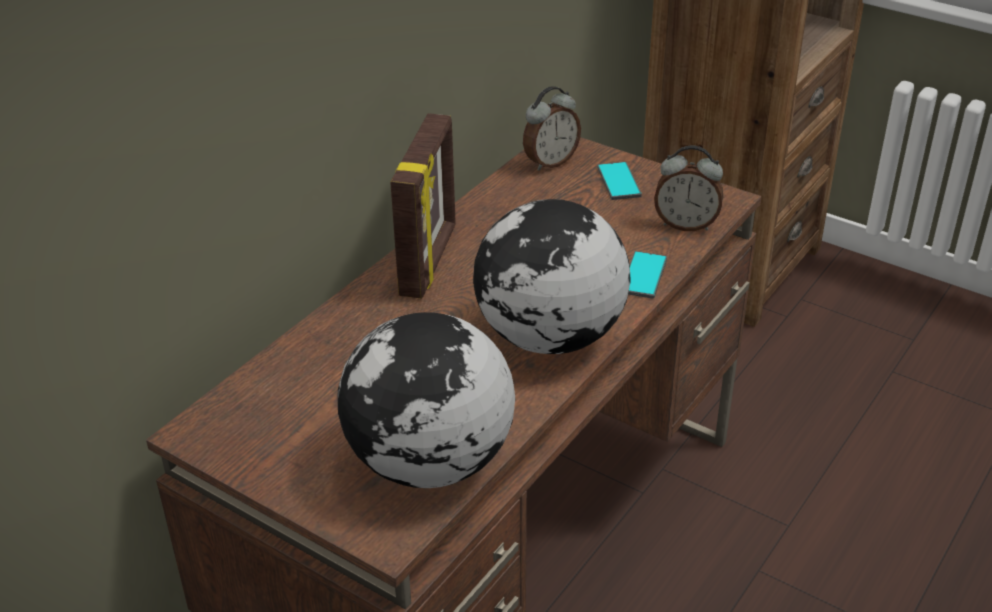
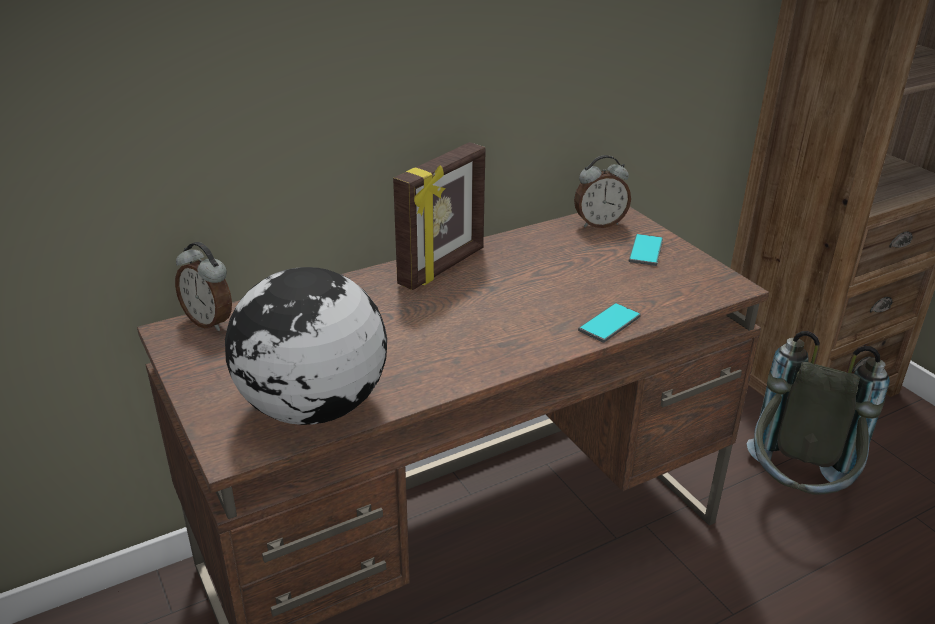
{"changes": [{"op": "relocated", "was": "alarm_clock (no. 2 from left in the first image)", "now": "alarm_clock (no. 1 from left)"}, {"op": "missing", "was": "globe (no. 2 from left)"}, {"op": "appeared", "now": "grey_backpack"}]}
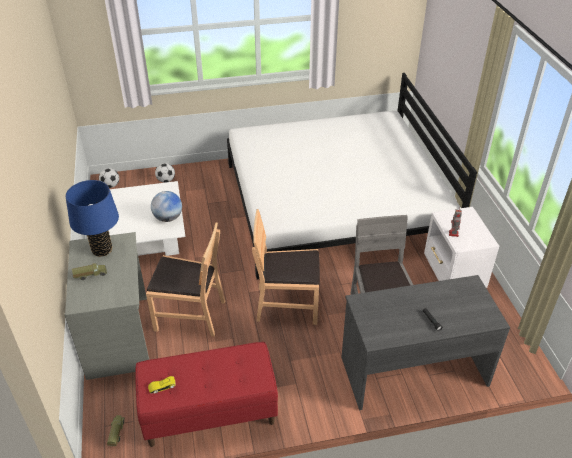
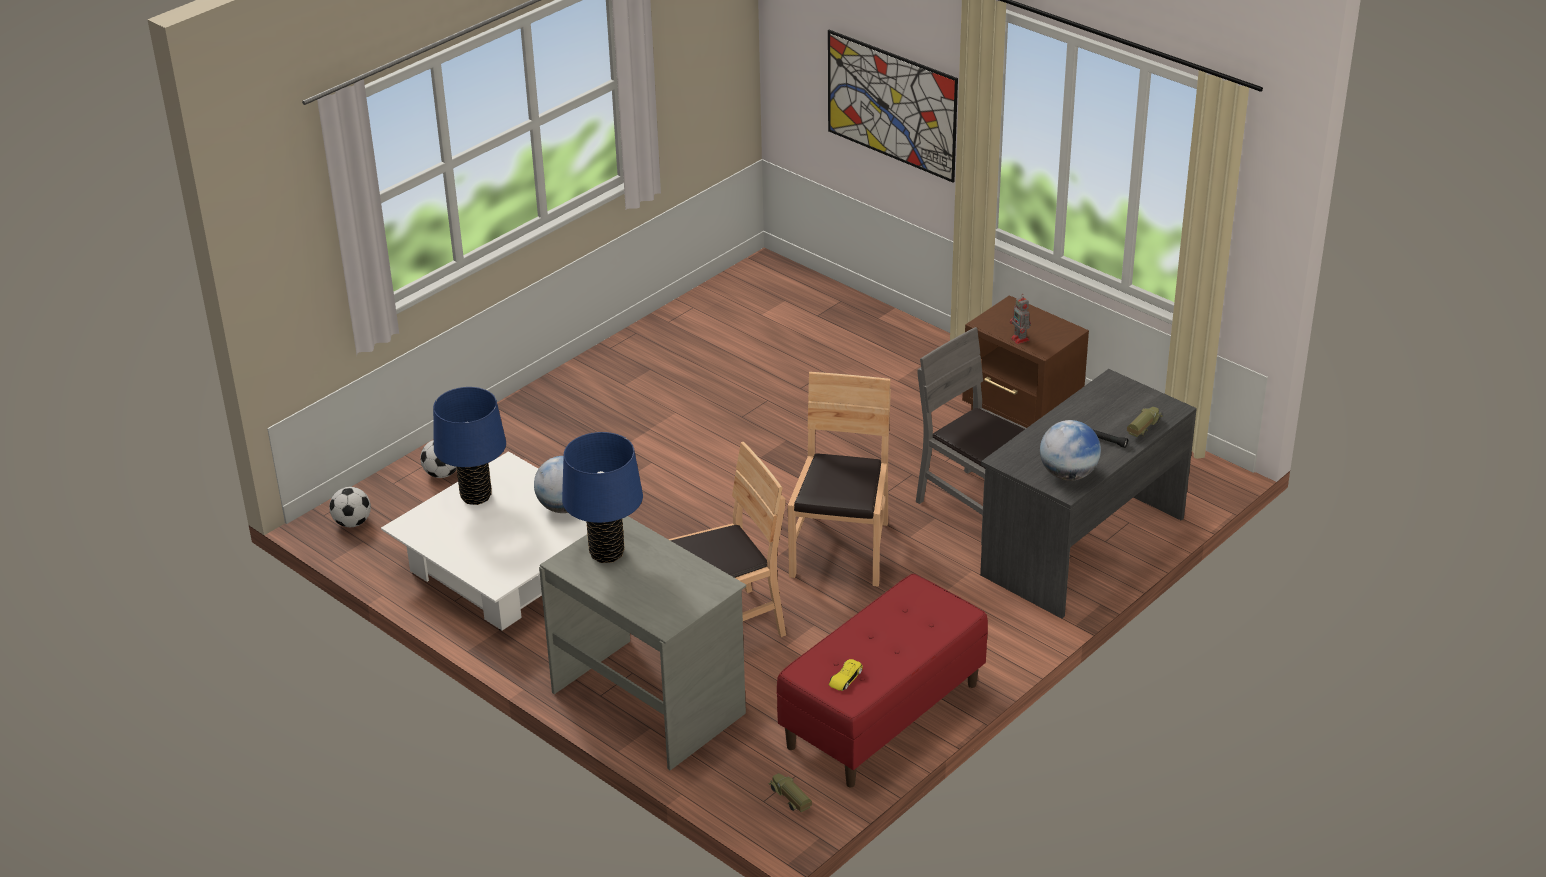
{"changes": [{"op": "missing", "was": "white_bed"}, {"op": "colour", "was": "white_nightstand", "now": "brown_nightstand"}, {"op": "spun", "was": "brown_chair (no. 2 from left)", "clockwise": 135}, {"op": "relocated", "was": "toy_truck (no. 1 from left in the first image)", "now": "toy_truck (no. 2 from left)"}, {"op": "appeared", "now": "picture"}, {"op": "appeared", "now": "blue_table_lamp (no. 1 from left)"}, {"op": "appeared", "now": "globe (no. 2 from left)"}]}
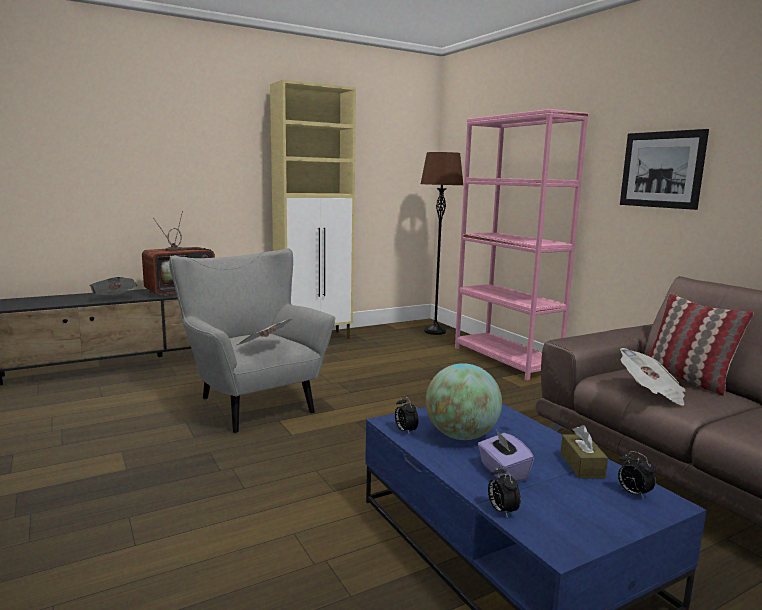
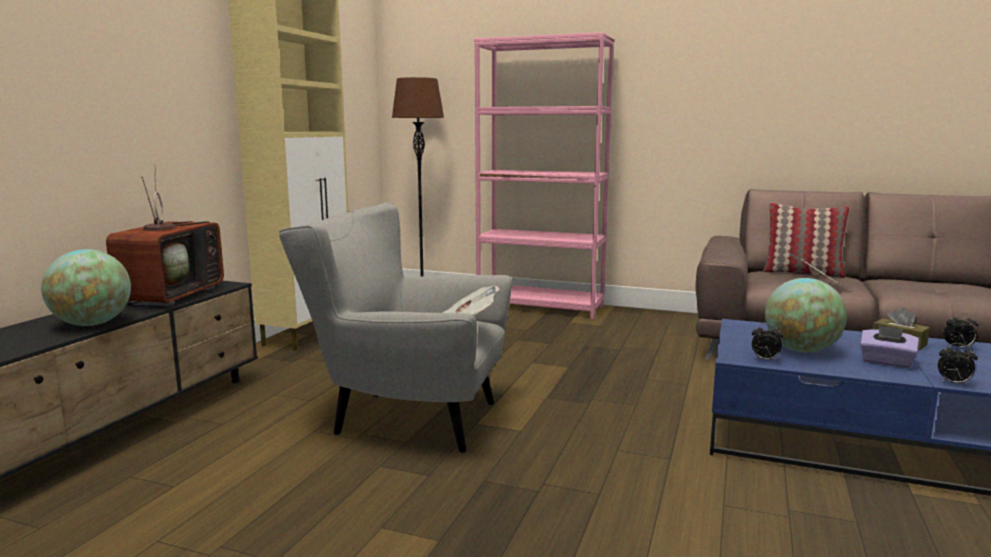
{"changes": [{"op": "missing", "was": "picture"}, {"op": "exchanged", "was": "newspaper (no. 1 from left)", "now": "globe (no. 1 from left)"}]}
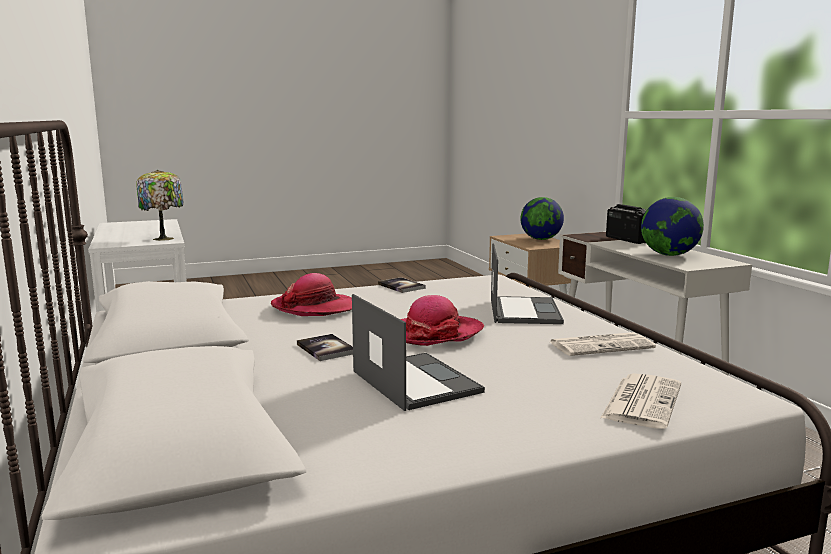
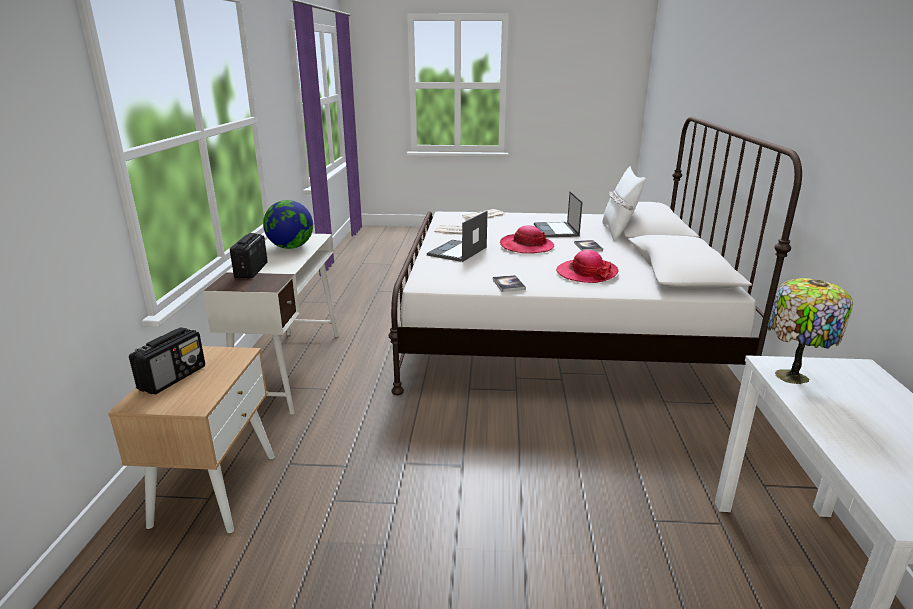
{"changes": [{"op": "exchanged", "was": "globe (no. 1 from left)", "now": "radio (no. 1 from left)"}, {"op": "appeared", "now": "white_pillow"}]}
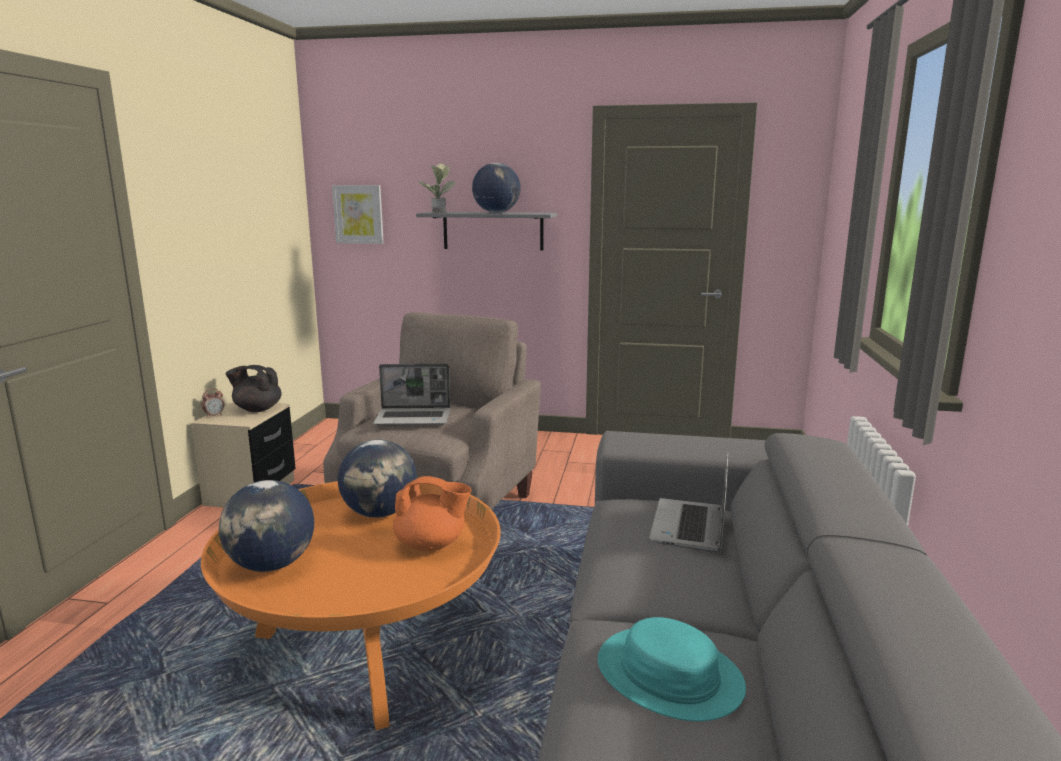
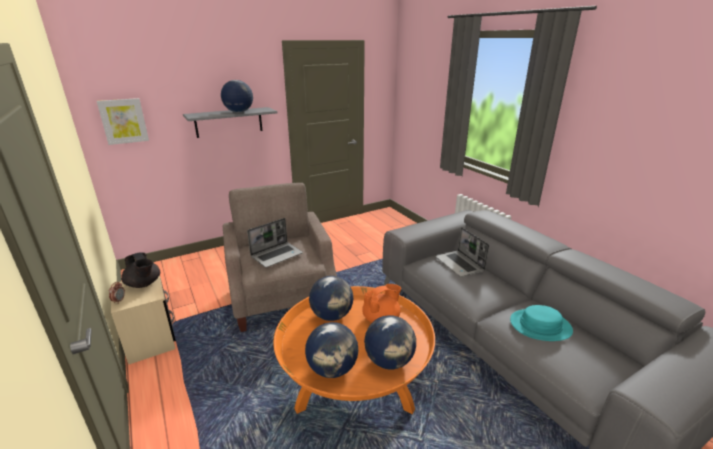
{"changes": [{"op": "missing", "was": "potted_plant"}, {"op": "spun", "was": "black_teapot", "clockwise": -105}, {"op": "appeared", "now": "globe (no. 4 from left)"}]}
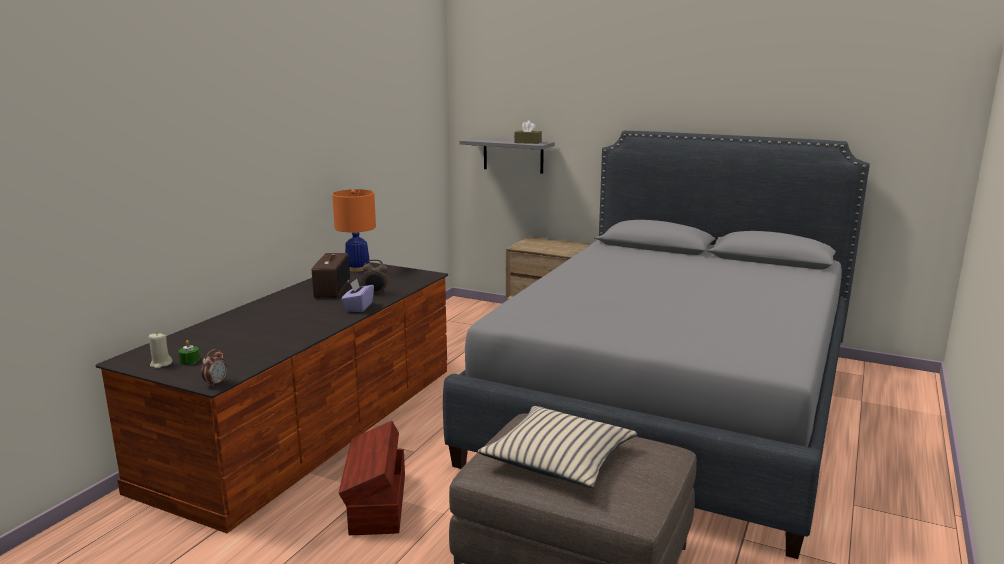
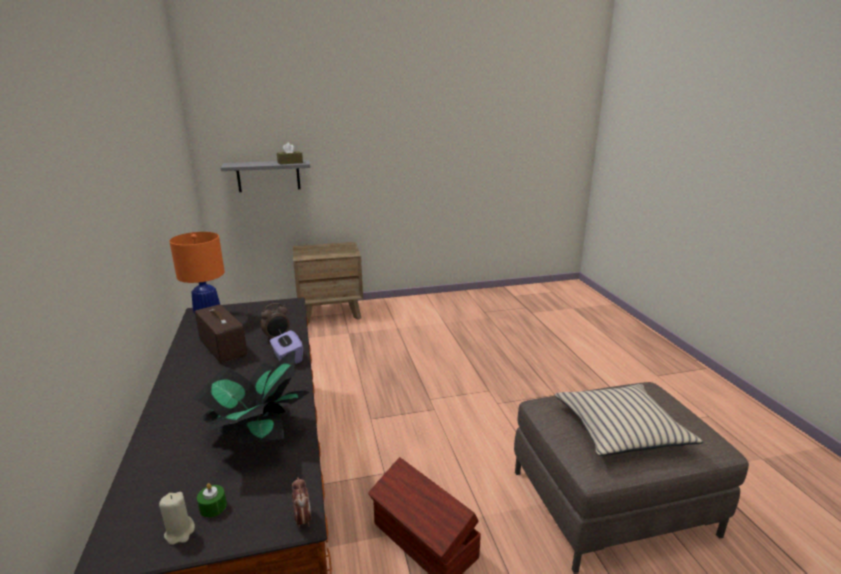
{"changes": [{"op": "missing", "was": "grey_bed"}, {"op": "appeared", "now": "potted_plant"}]}
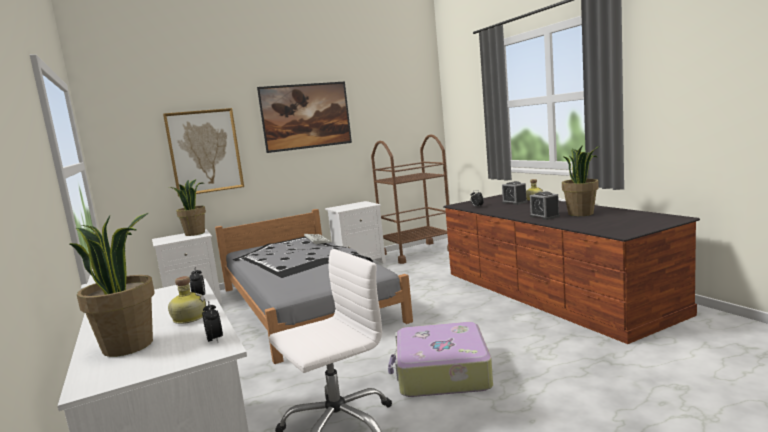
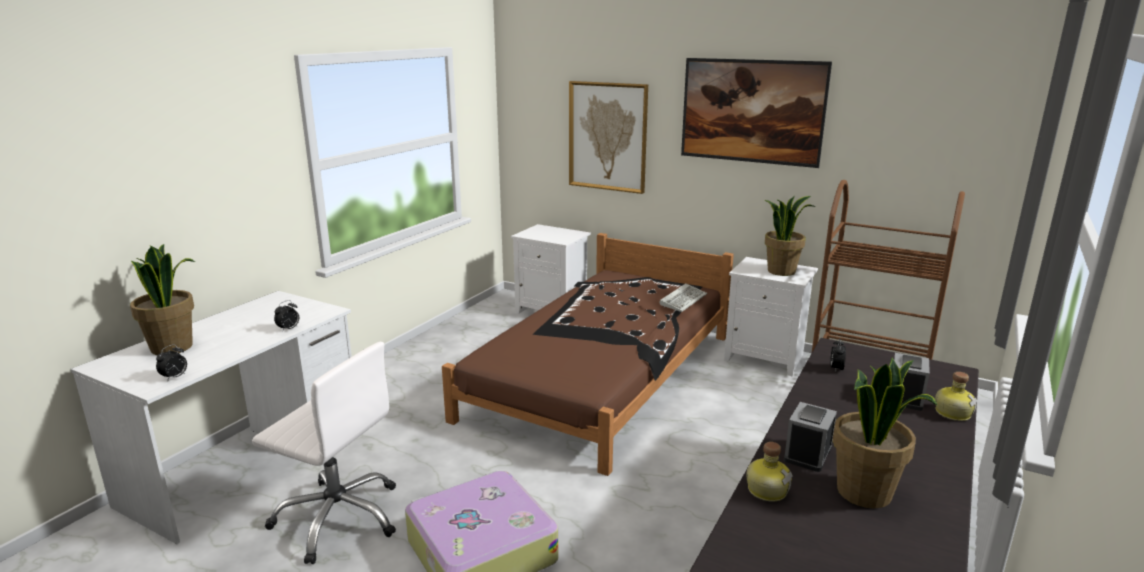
{"changes": [{"op": "relocated", "was": "potted_plant (no. 2 from left)"}, {"op": "colour", "was": "grey_bed", "now": "brown_bed"}, {"op": "relocated", "was": "bottle (no. 1 from left)"}]}
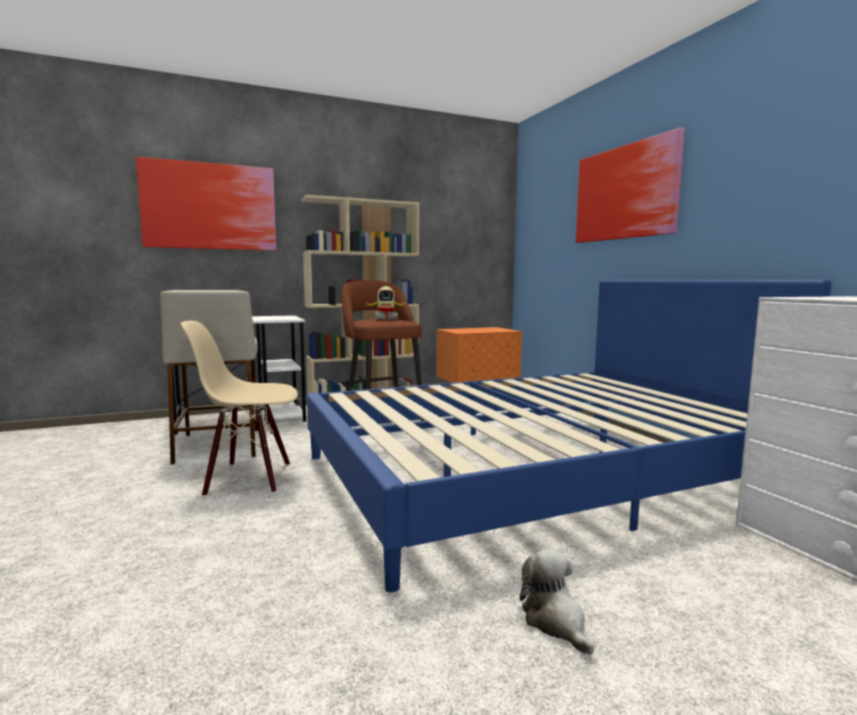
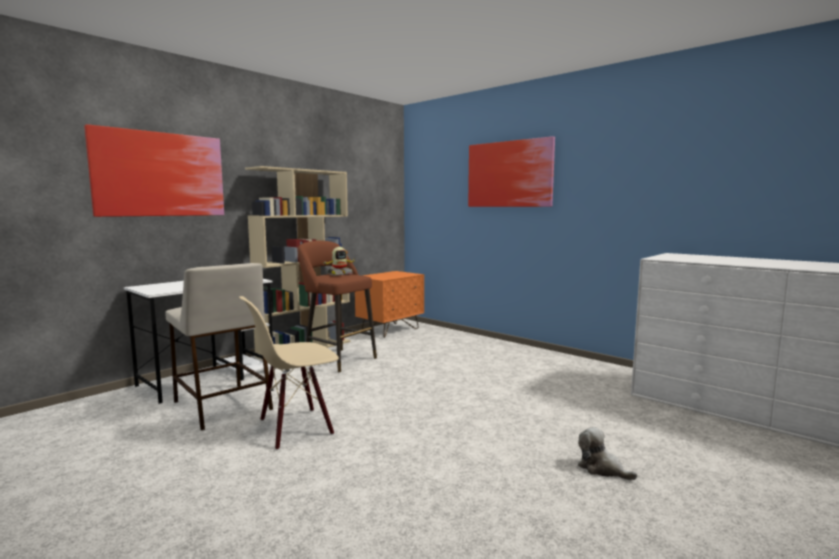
{"changes": [{"op": "missing", "was": "blue_bed"}]}
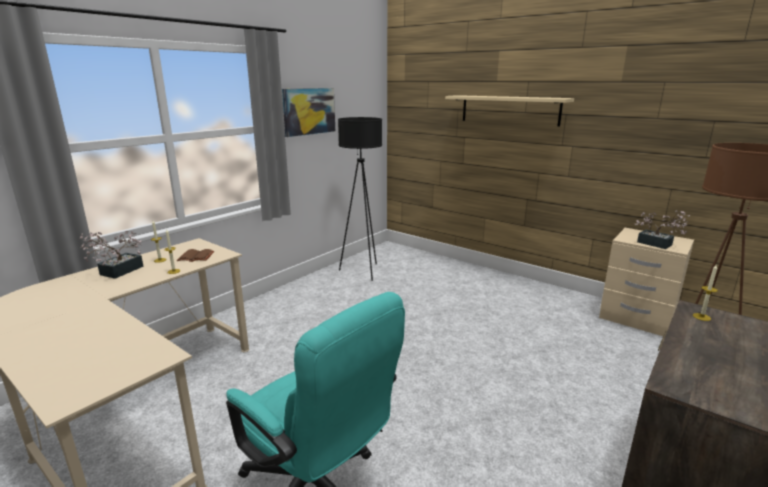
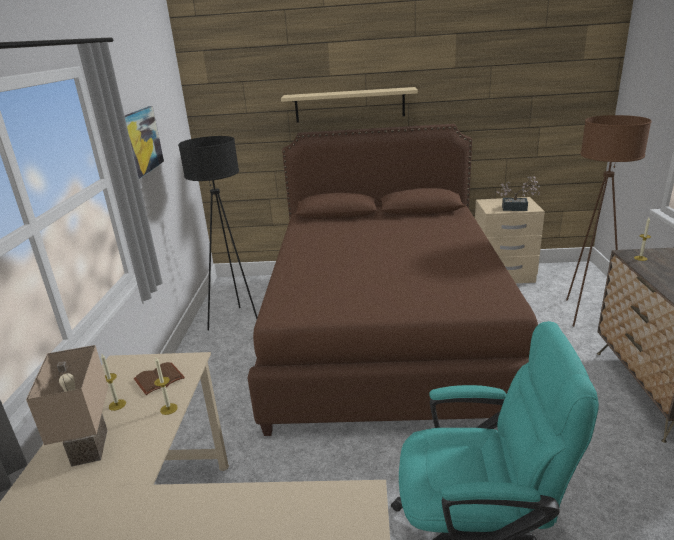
{"changes": [{"op": "exchanged", "was": "potted_plant (no. 1 from left)", "now": "beige_table_lamp"}, {"op": "appeared", "now": "brown_bed"}]}
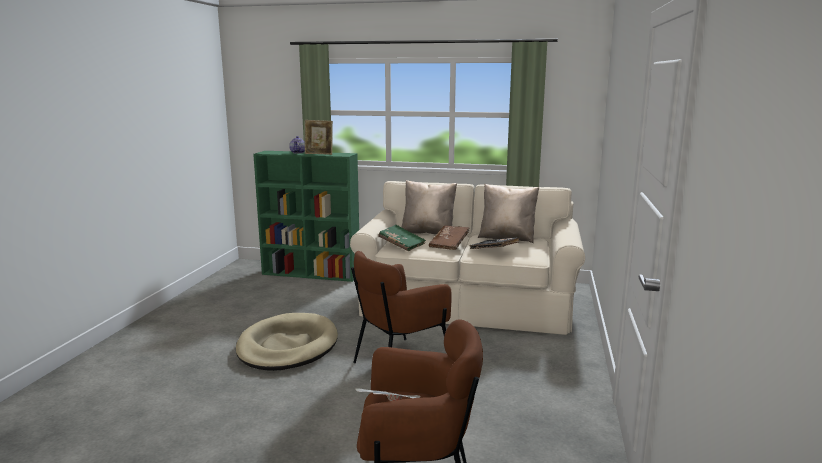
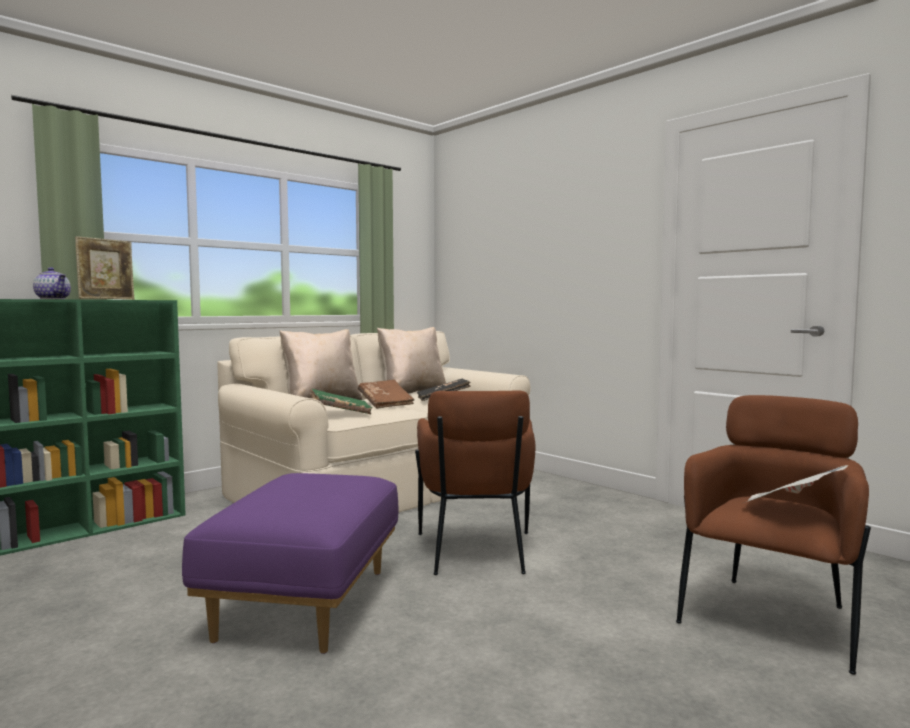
{"changes": [{"op": "exchanged", "was": "beige_dog_bed", "now": "purple_ottoman"}]}
